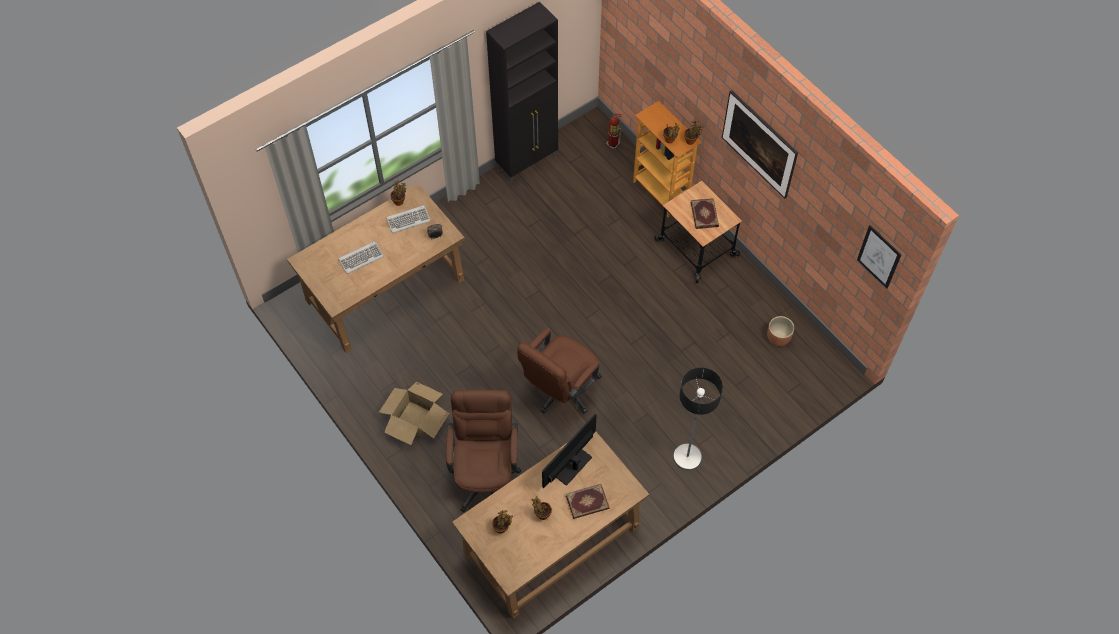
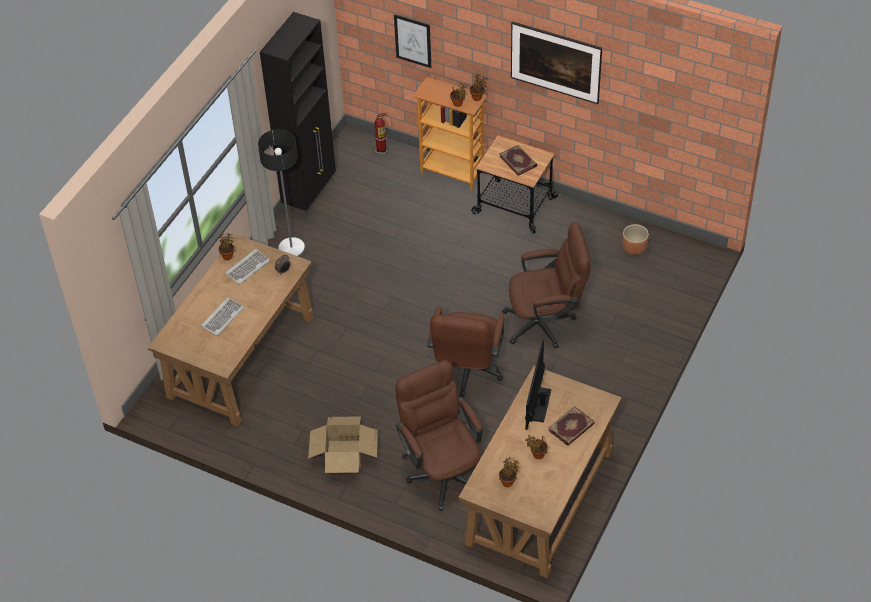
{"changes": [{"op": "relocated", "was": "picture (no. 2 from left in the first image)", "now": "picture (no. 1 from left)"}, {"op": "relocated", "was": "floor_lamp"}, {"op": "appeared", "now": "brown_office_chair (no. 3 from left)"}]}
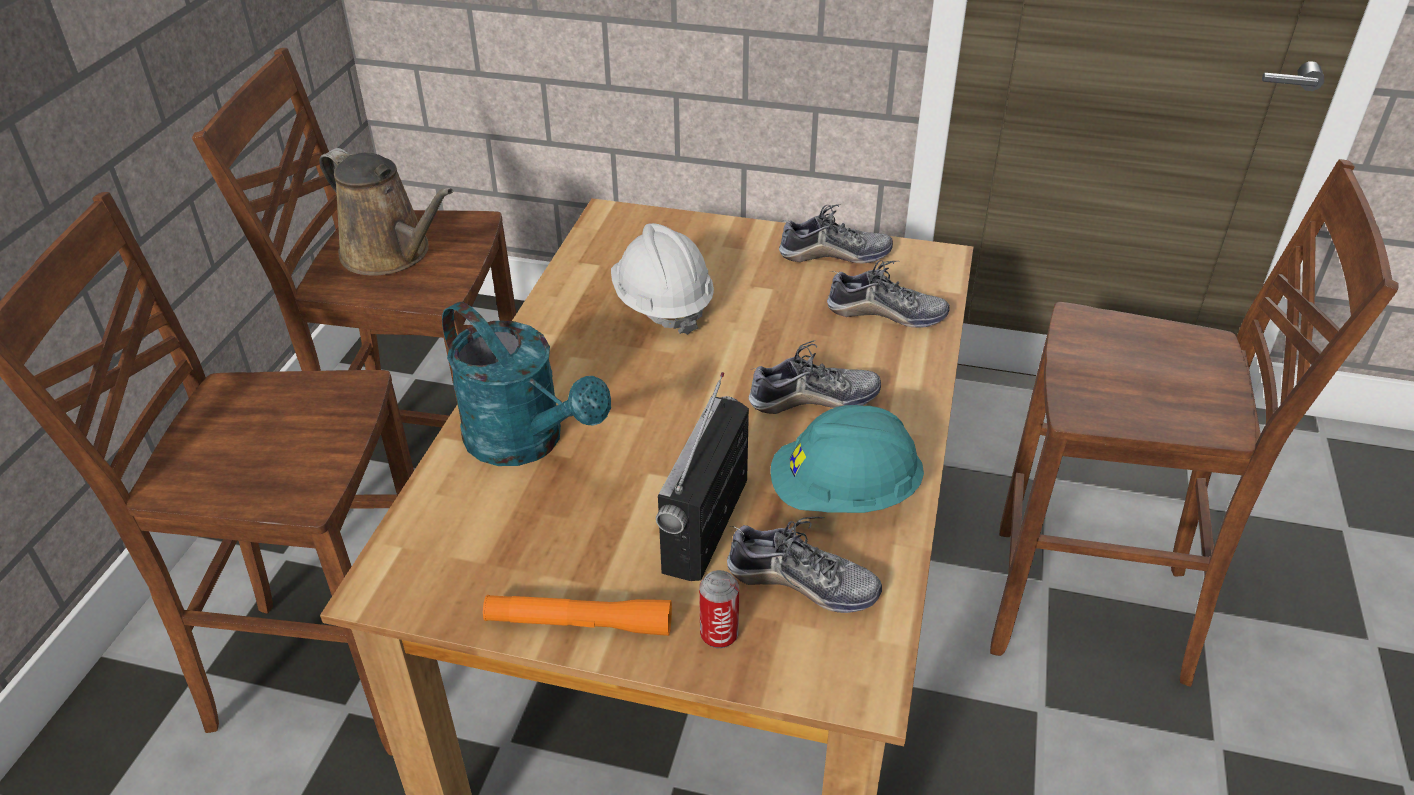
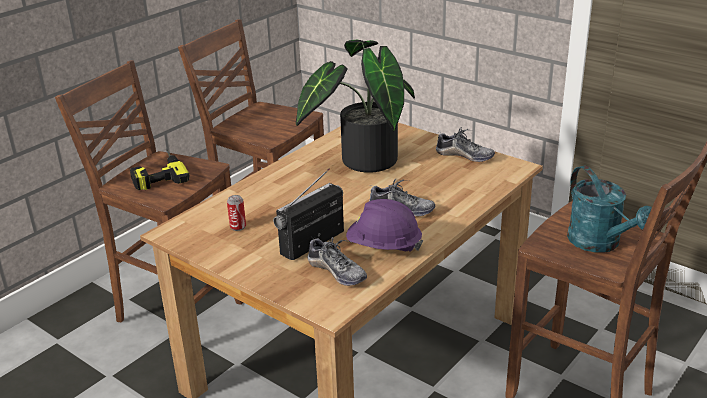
{"changes": [{"op": "missing", "was": "brown_watering_can"}, {"op": "exchanged", "was": "white_hard_hat", "now": "potted_plant"}, {"op": "missing", "was": "shoe (no. 4 from left)"}, {"op": "relocated", "was": "turquoise_watering_can"}, {"op": "colour", "was": "turquoise_hard_hat", "now": "purple_hard_hat"}, {"op": "relocated", "was": "can"}, {"op": "missing", "was": "orange_flashlight"}, {"op": "appeared", "now": "power_drill"}]}
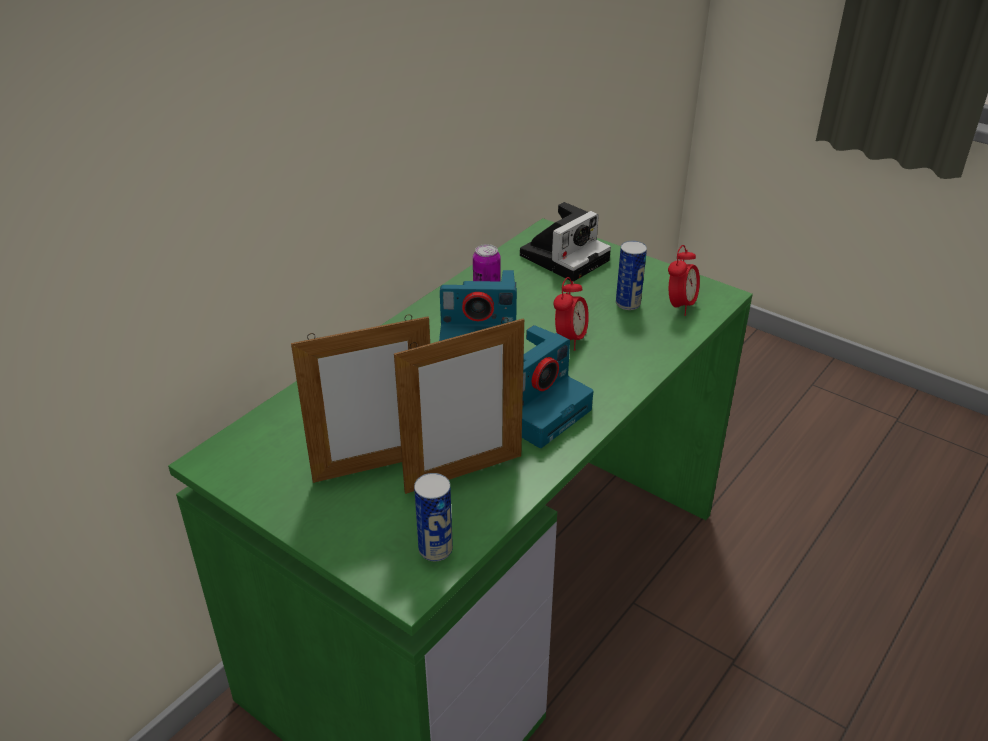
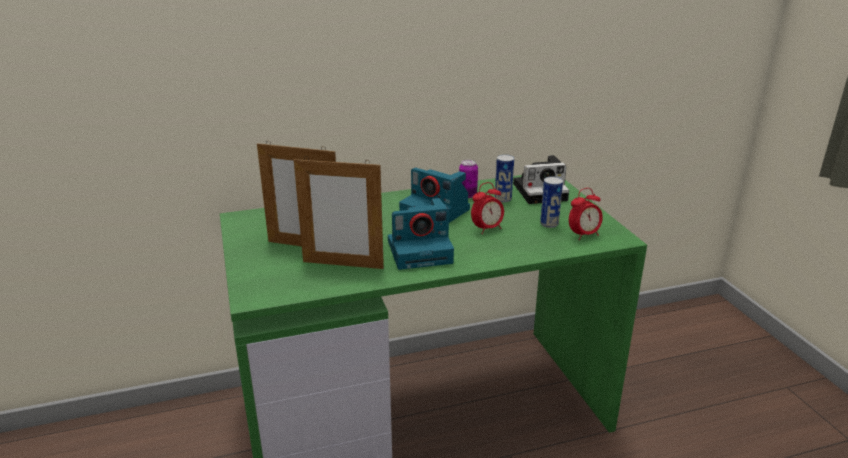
{"changes": [{"op": "relocated", "was": "can (no. 1 from left in the first image)", "now": "can (no. 2 from left)"}]}
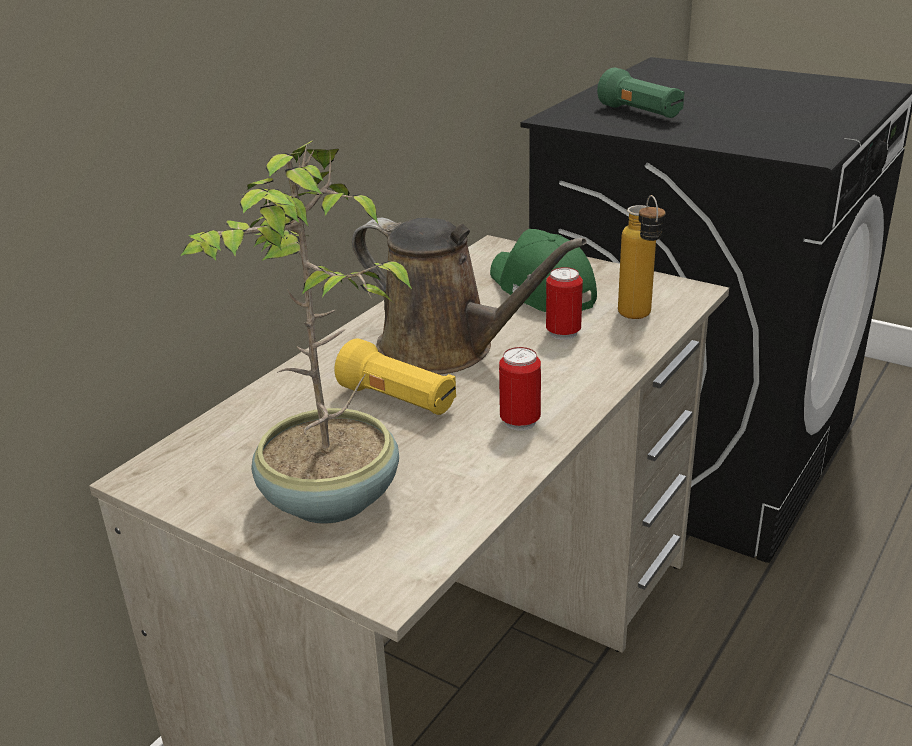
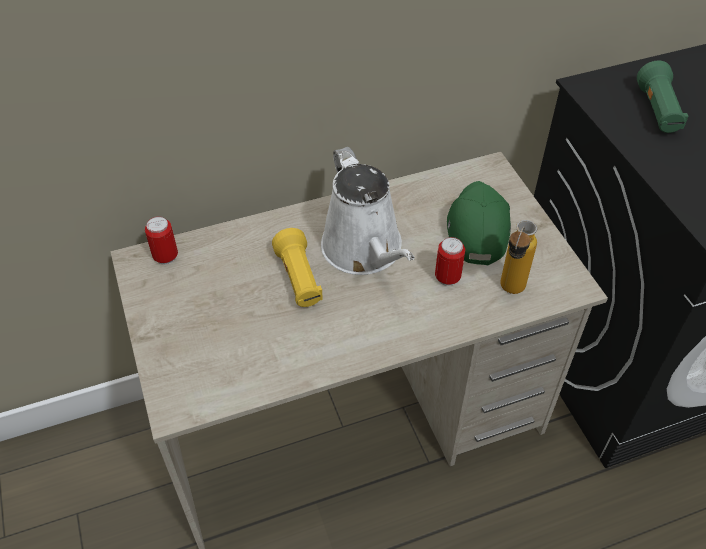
{"changes": [{"op": "missing", "was": "potted_plant"}, {"op": "colour", "was": "brown_watering_can", "now": "white_watering_can"}, {"op": "relocated", "was": "can (no. 1 from left)"}]}
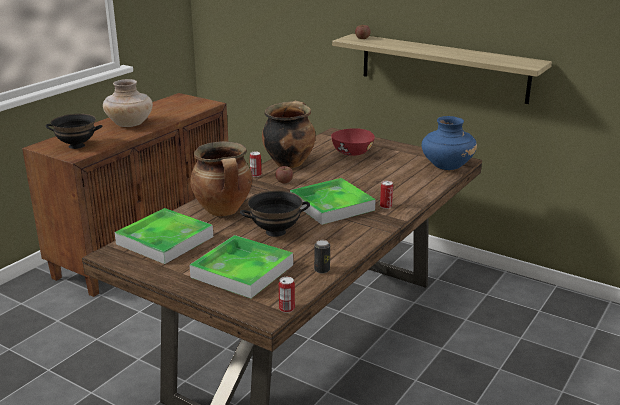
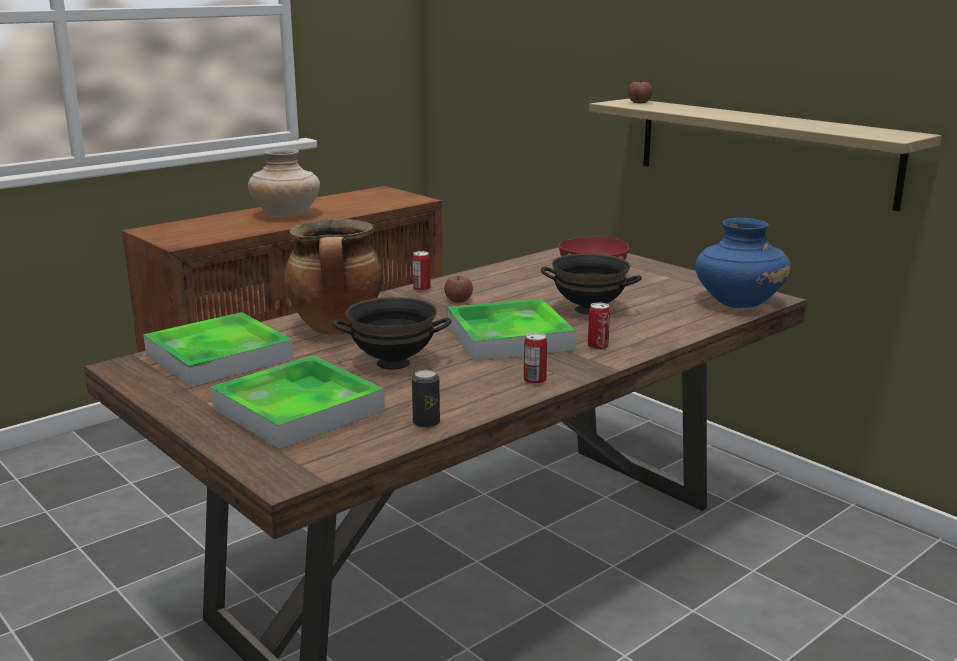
{"changes": [{"op": "missing", "was": "cooking_pot (no. 2 from left)"}, {"op": "relocated", "was": "black_bowl (no. 1 from left in the first image)", "now": "black_bowl (no. 2 from left)"}, {"op": "relocated", "was": "can (no. 2 from left in the first image)", "now": "can (no. 3 from left)"}]}
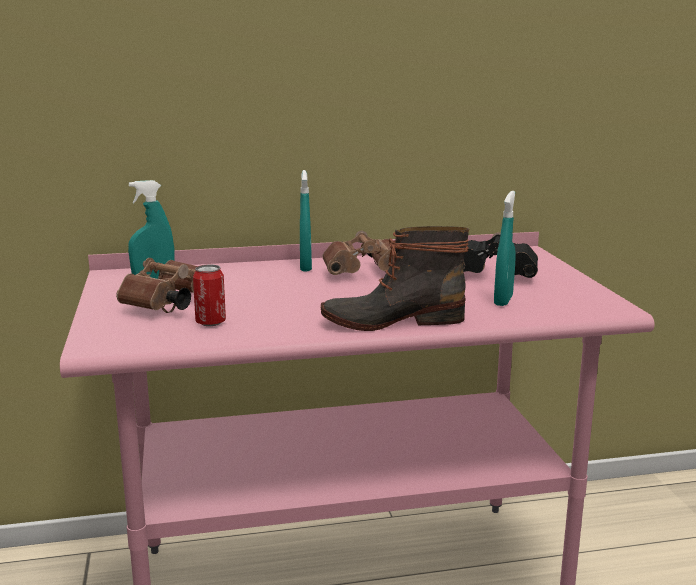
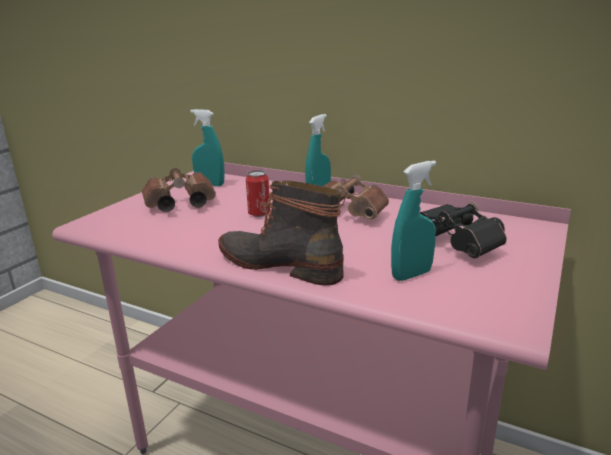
{"changes": [{"op": "relocated", "was": "can"}]}
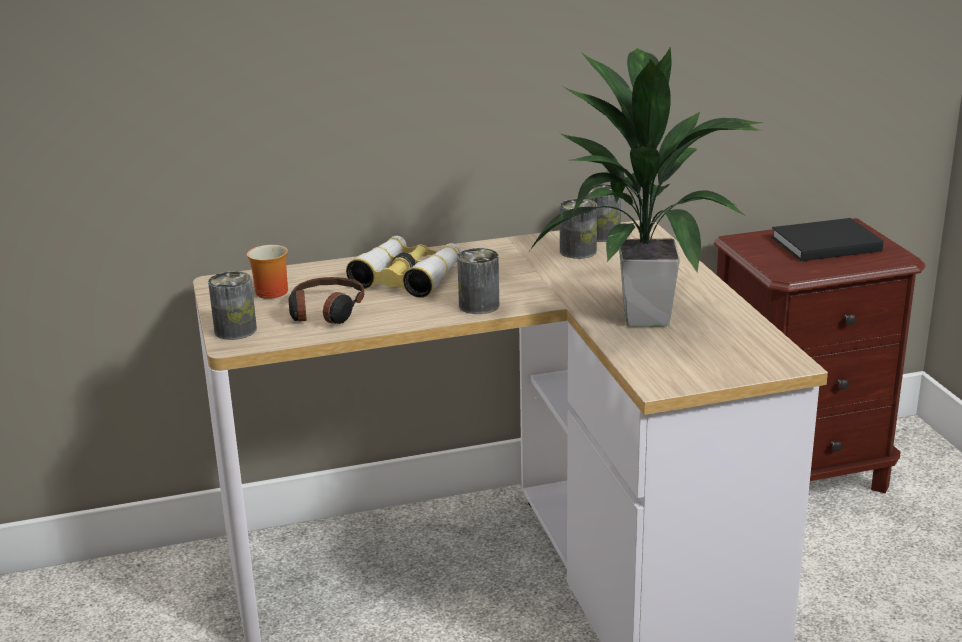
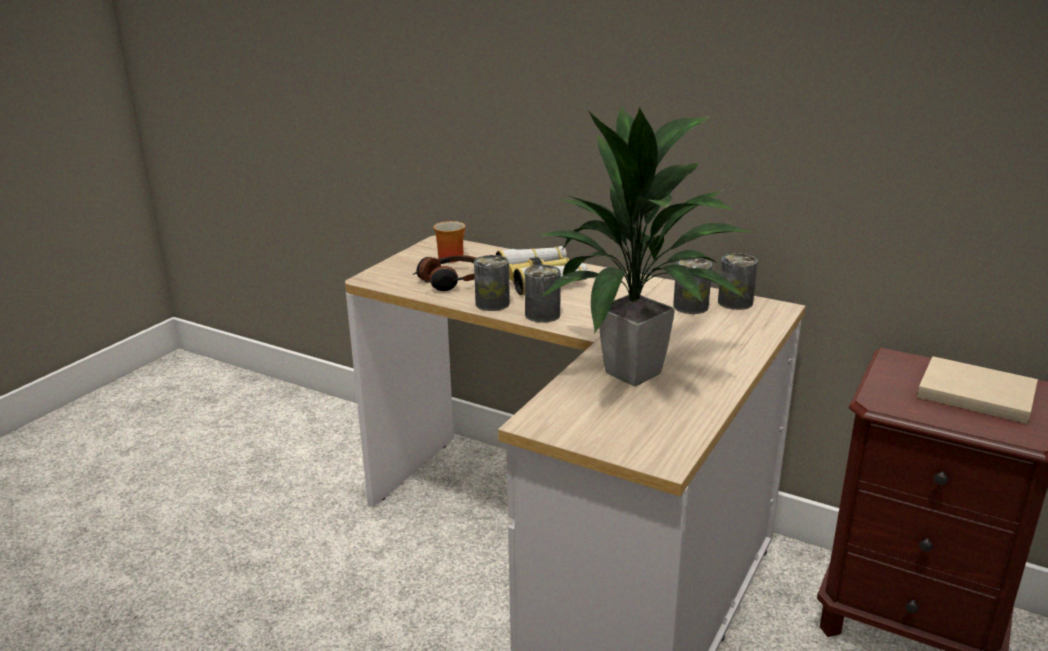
{"changes": [{"op": "colour", "was": "black_book", "now": "beige_book"}, {"op": "relocated", "was": "can (no. 1 from left)"}]}
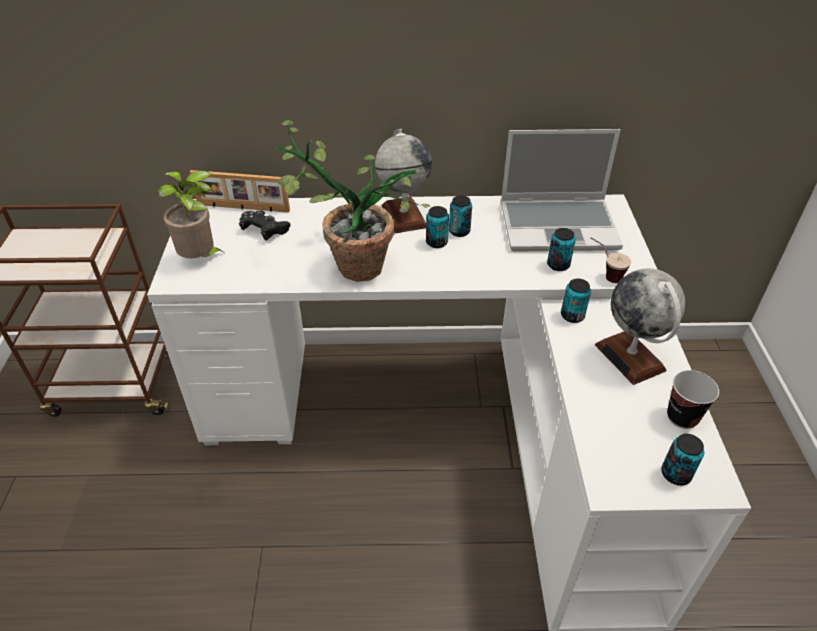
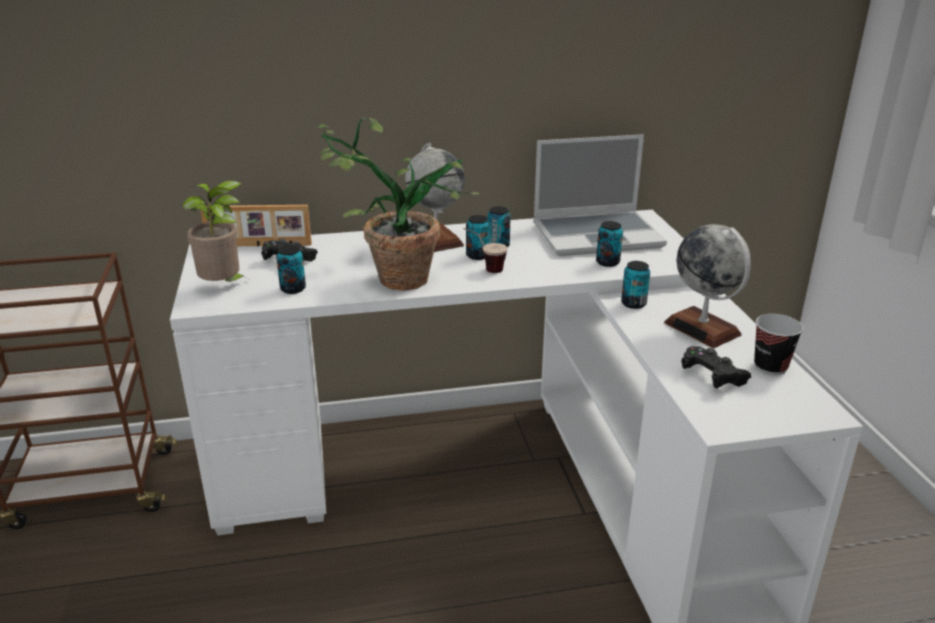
{"changes": [{"op": "relocated", "was": "cup (no. 1 from left)"}, {"op": "relocated", "was": "can (no. 5 from left in the first image)", "now": "can (no. 1 from left)"}, {"op": "appeared", "now": "black_game_controller (no. 2 from left)"}]}
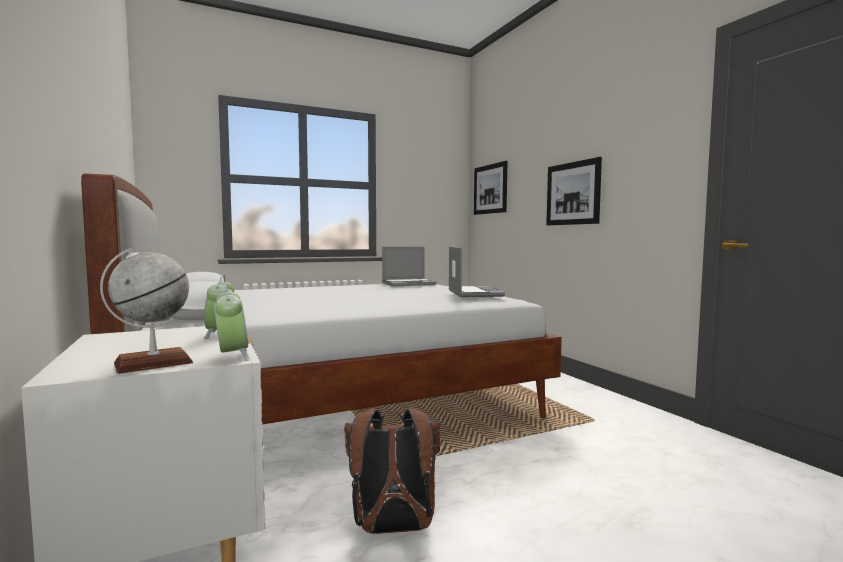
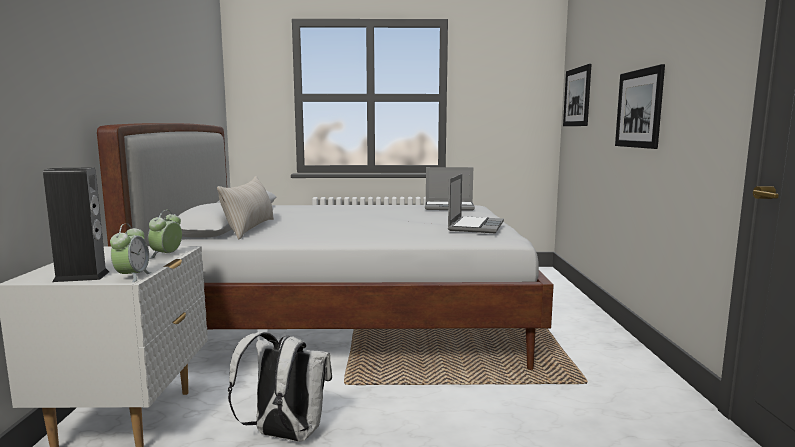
{"changes": [{"op": "exchanged", "was": "globe", "now": "speaker"}, {"op": "colour", "was": "brown_backpack", "now": "white_backpack"}, {"op": "appeared", "now": "beige_pillow"}]}
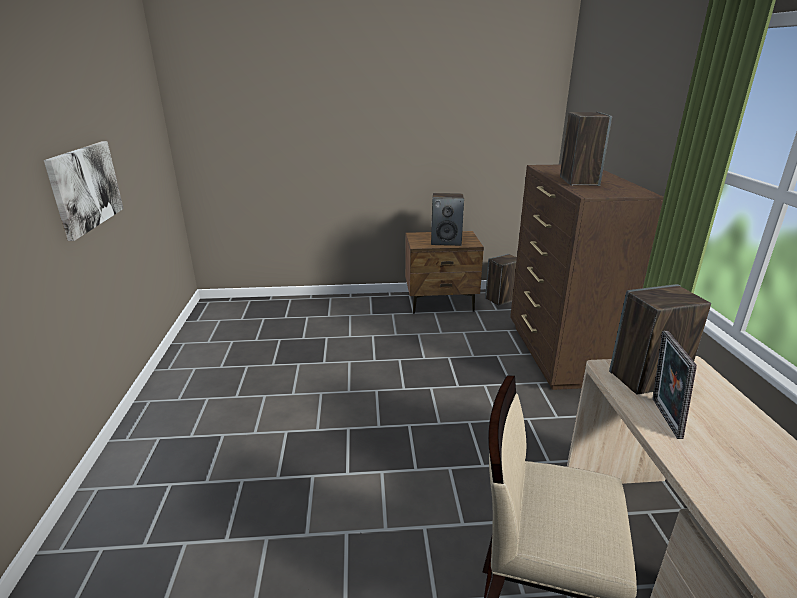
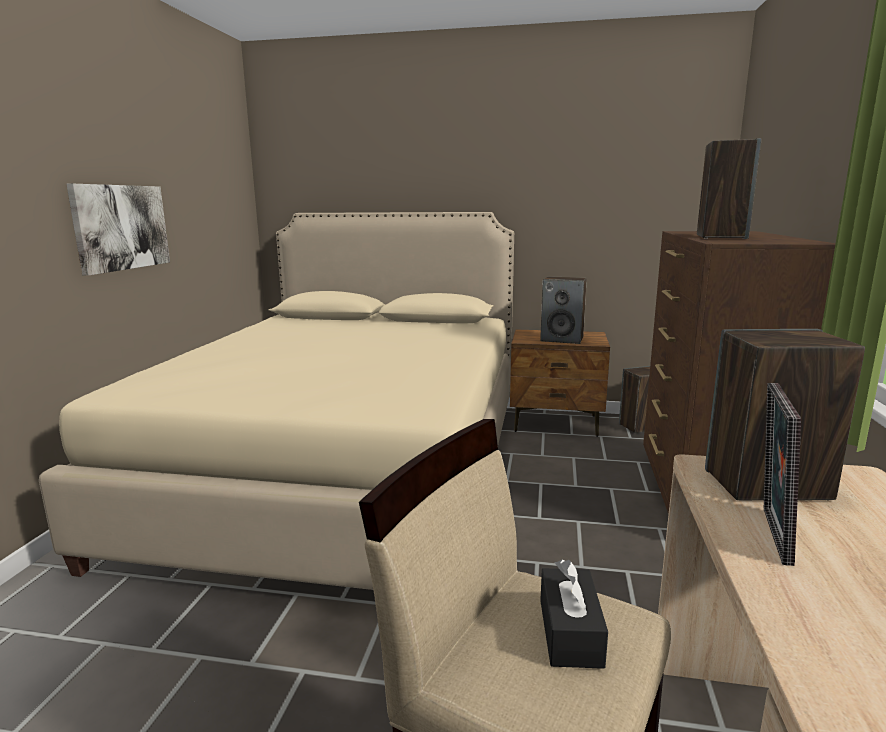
{"changes": [{"op": "appeared", "now": "beige_bed"}, {"op": "appeared", "now": "black_tissue_box"}]}
